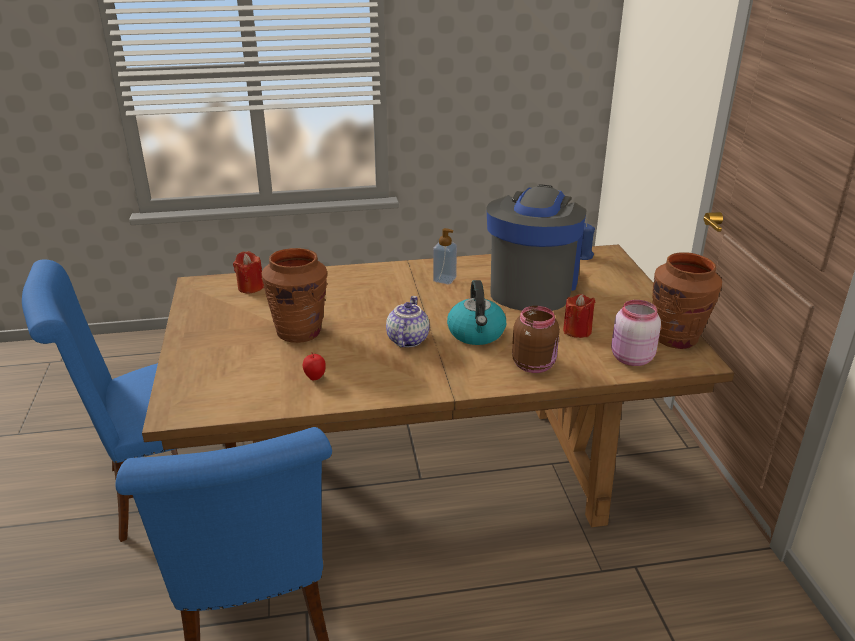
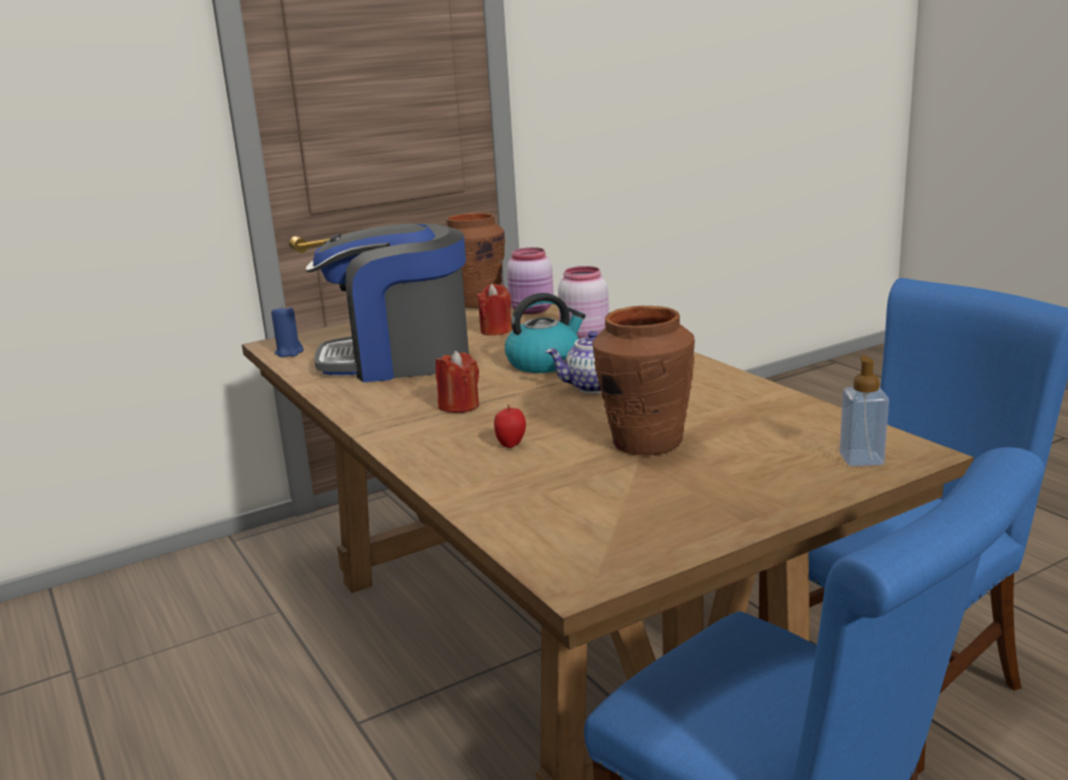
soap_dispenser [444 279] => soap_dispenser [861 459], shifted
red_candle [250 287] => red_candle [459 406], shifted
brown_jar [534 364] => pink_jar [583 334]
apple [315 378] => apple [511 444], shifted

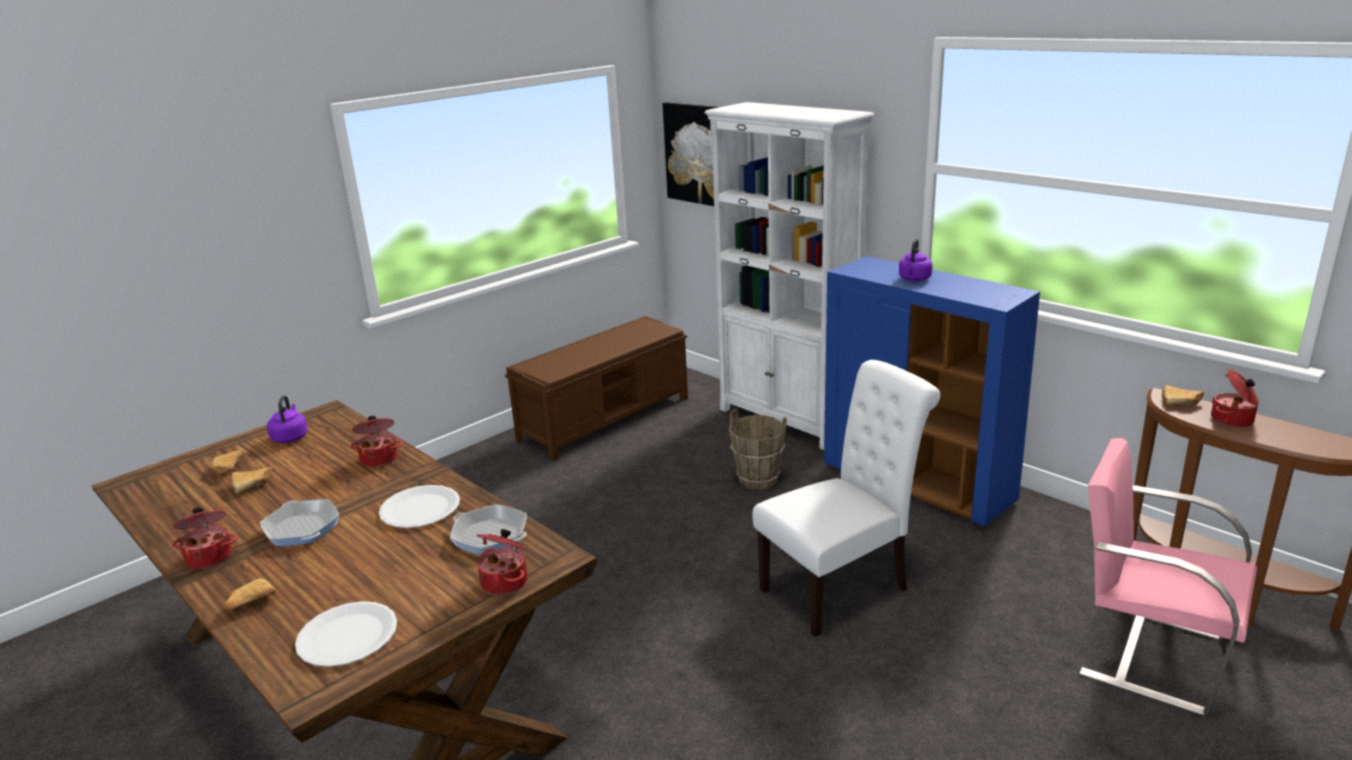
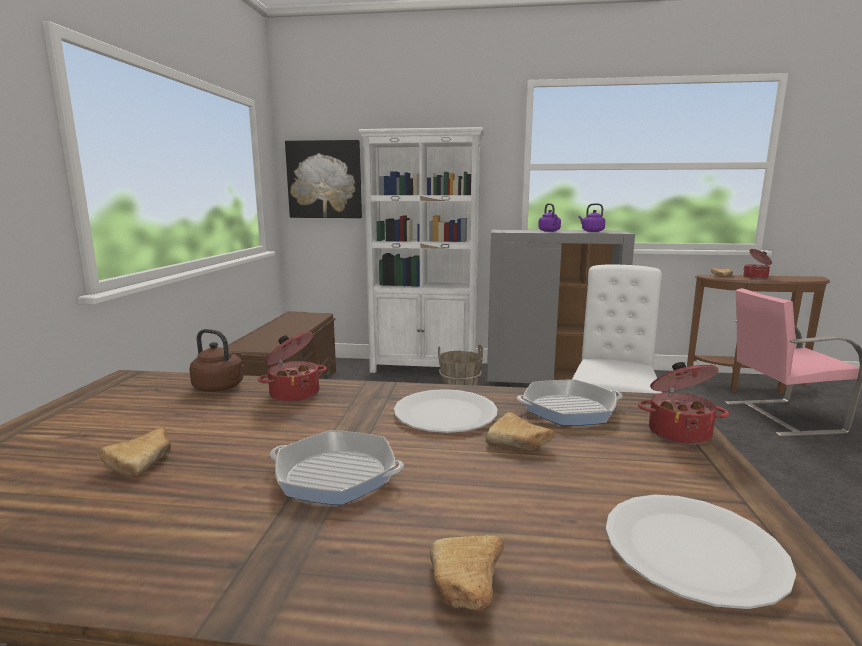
blue_cabinet [918 484] => grey_cabinet [551 379]
purple_kettle [290 437] => purple_kettle [591 231], shifted
bread [227 470] => bread [521 444], shifted
cooking_pot [210 557] => nothing
nothing => brown_kettle [220 388]

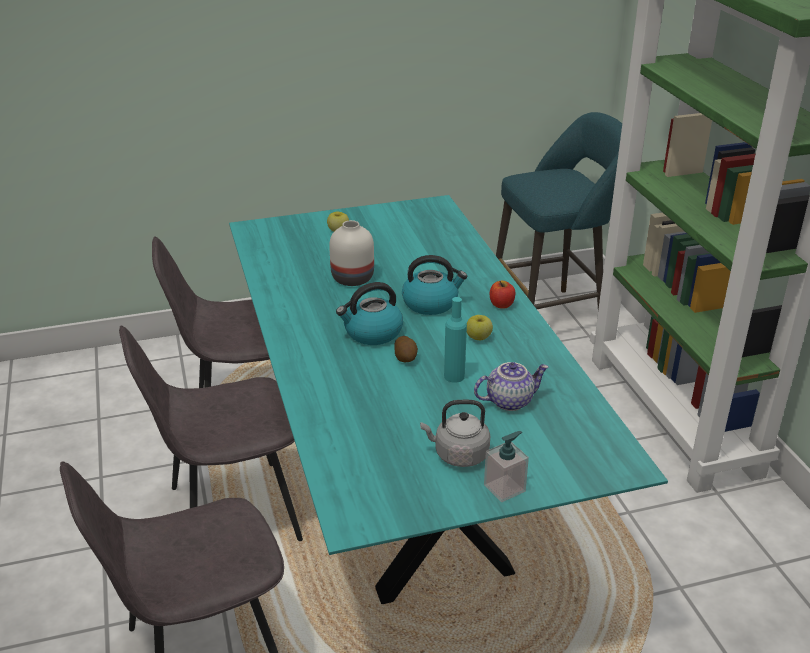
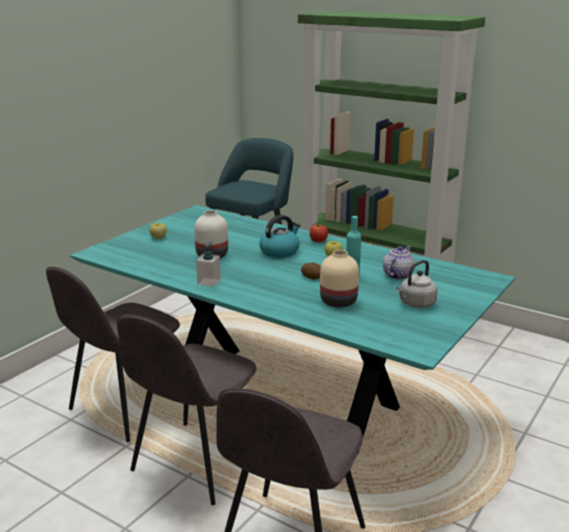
kettle [372 333] => nothing
soap_dispenser [504 488] => soap_dispenser [209 282], shifted
nothing => beige_vase [338 302]

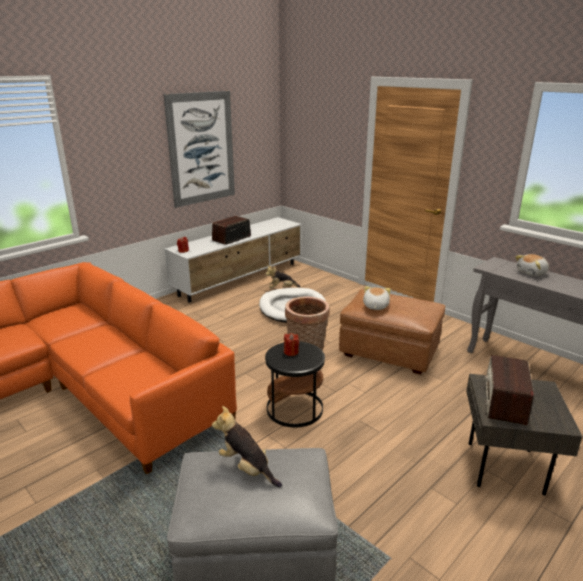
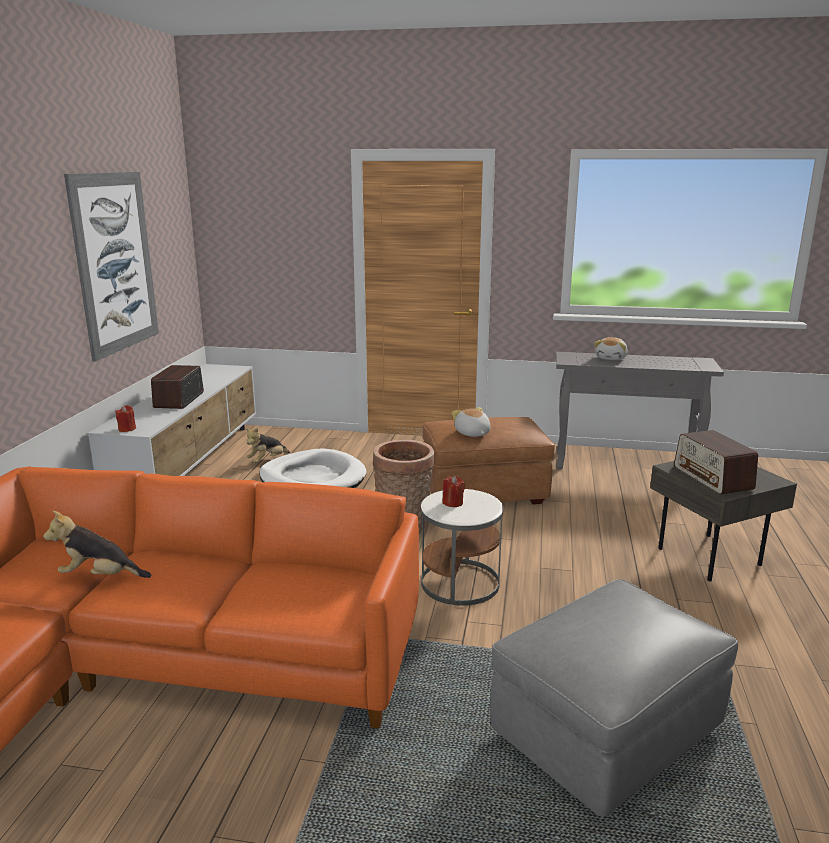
black_side_table [295 408] => white_side_table [460 583]
plush_toy [247 468] => plush_toy [100 576], shifted

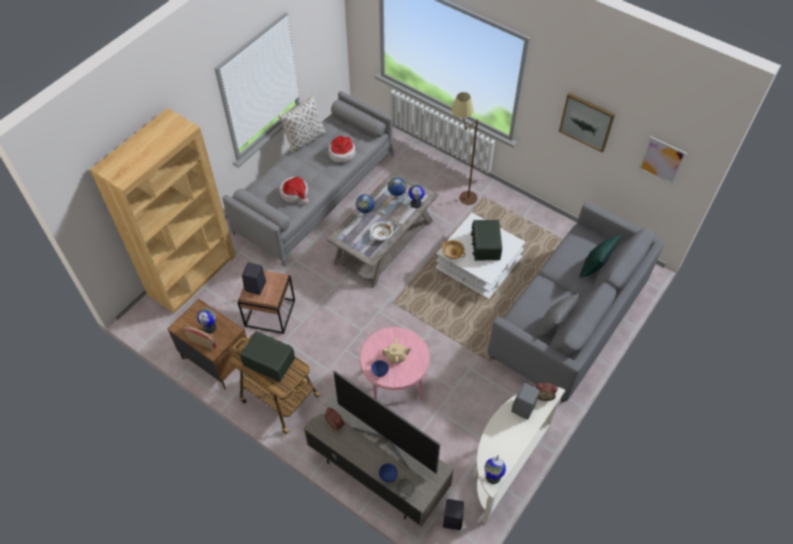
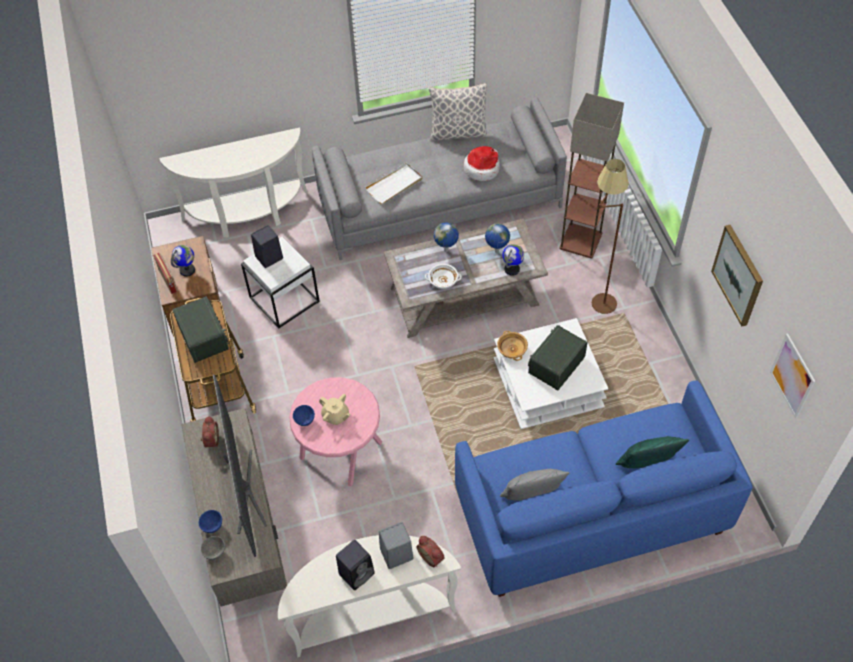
brown_bookcase [192 275] => white_console_table [247 216]
hat [295 193] => white_tray [394 185]
grey_sofa [568 320] => blue_sofa [590 513]
brown_side_table [269 313] => white_side_table [284 299]
globe [493 477] => nothing
black_speaker [452 518] => black_speaker [357 573], shifted
nothing => floor_lamp [580 240]

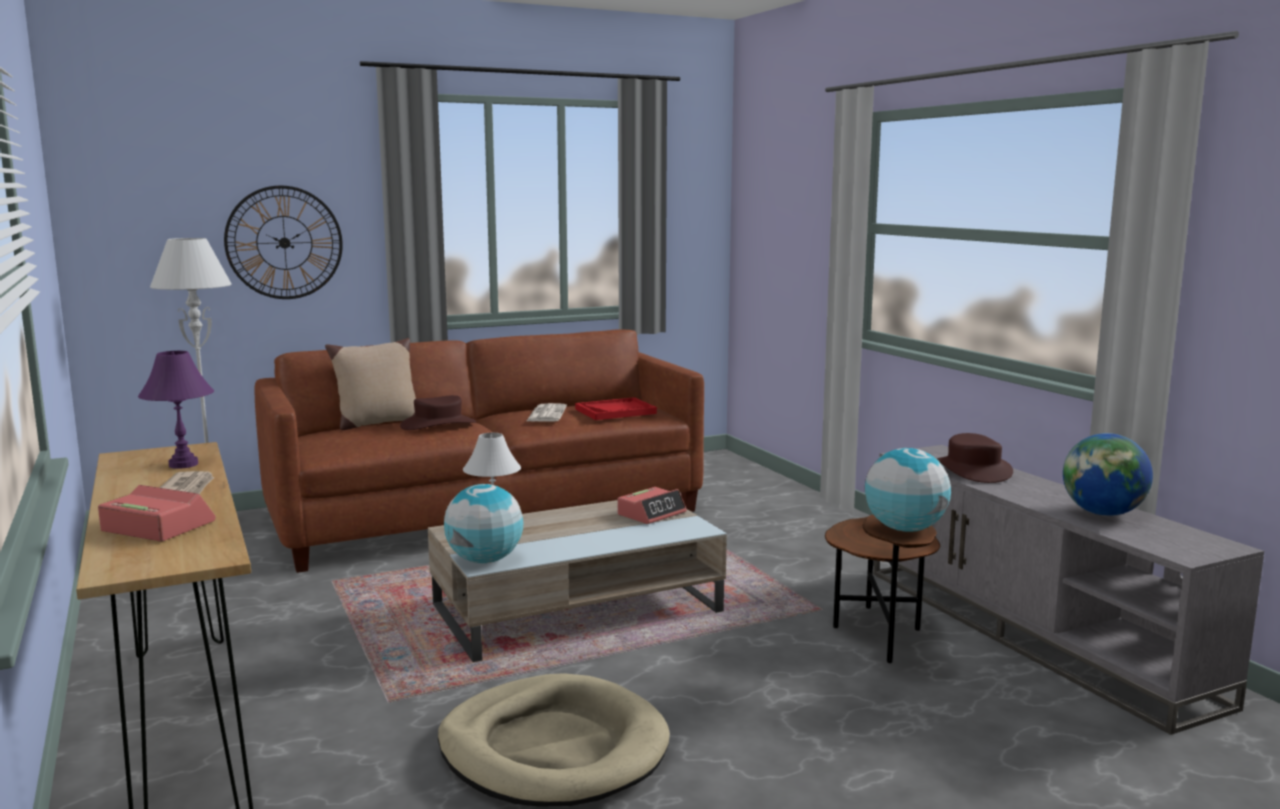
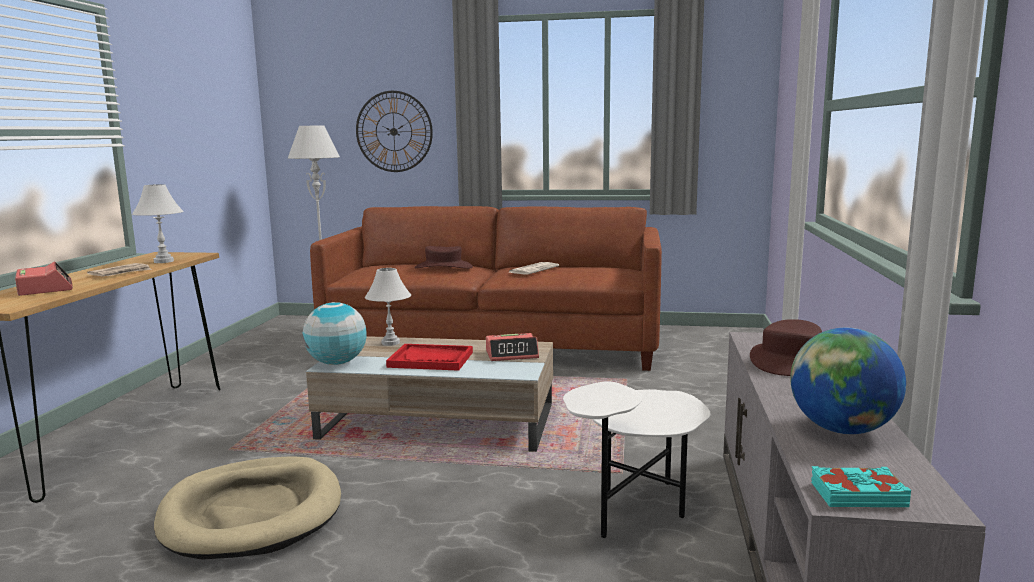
beige_pillow [377 424] => nothing
purple_table_lamp [183 464] => white_table_lamp [164 261]
red_tray [615 411] => red_tray [431 359], shifted
globe [904 529] => nothing
brown_side_table [880 636] => white_side_table [634 512]
nothing => turquoise_book [857 494]

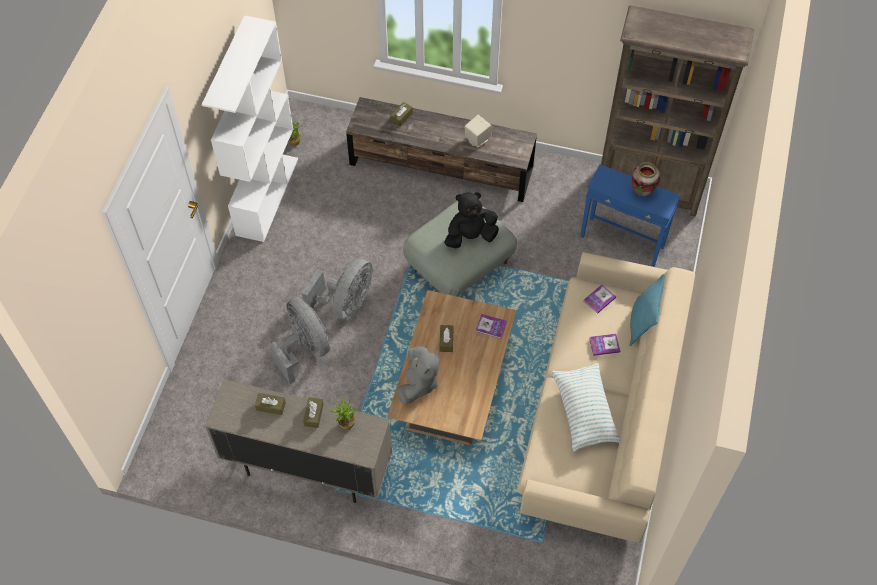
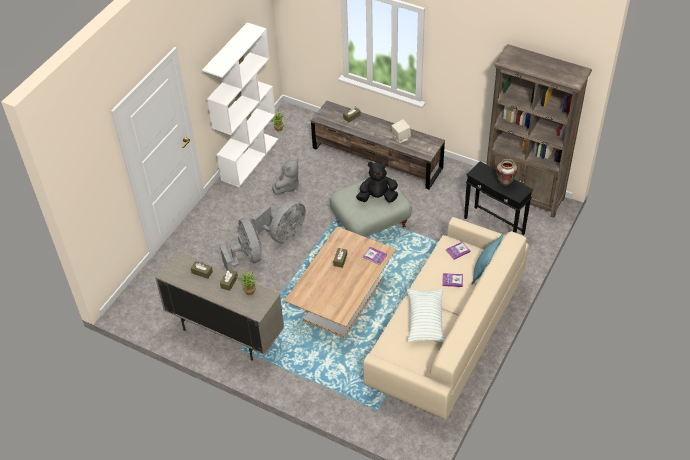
blue_side_table [622 242] => black_side_table [494 226]
grey_plush_toy [418 383] => grey_plush_toy [287 186], shifted

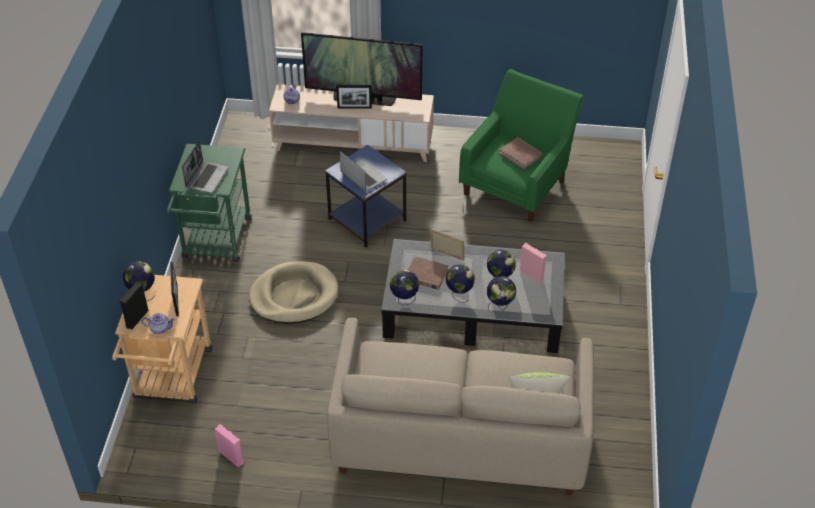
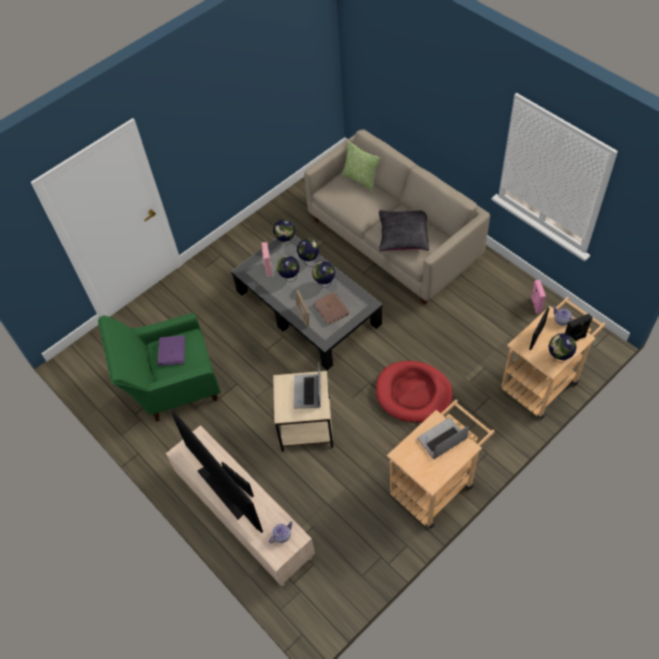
brown_book [520 154] => purple_book [171 351]
green_cart [216 243] => beige_cart [436 484]
blue_side_table [366 220] => beige_side_table [307 426]
beige_dog_bed [294 296] => red_dog_bed [413 393]
globe [404 299] => globe [286 241], shifted
nothing => black_pillow [403 236]

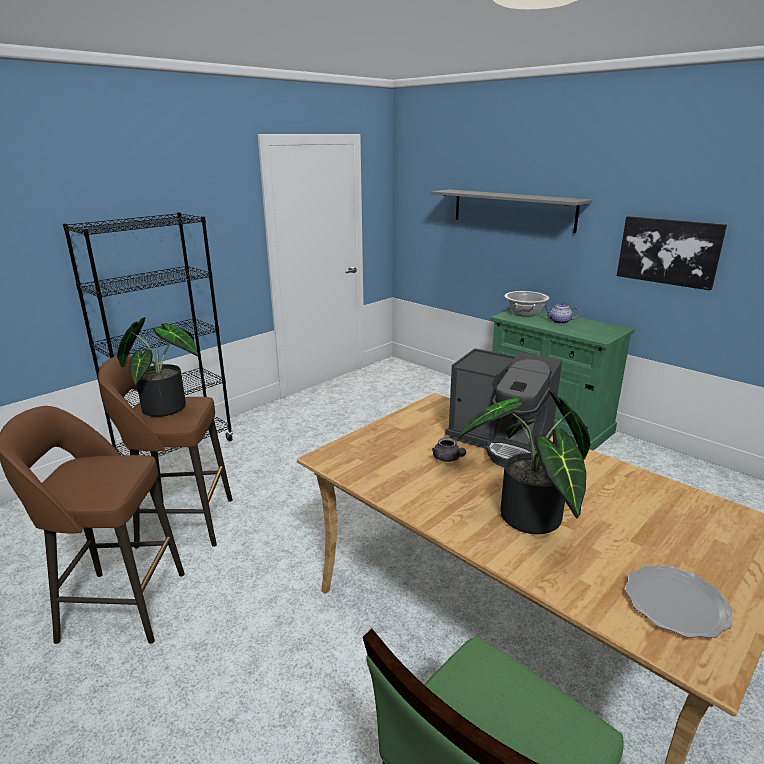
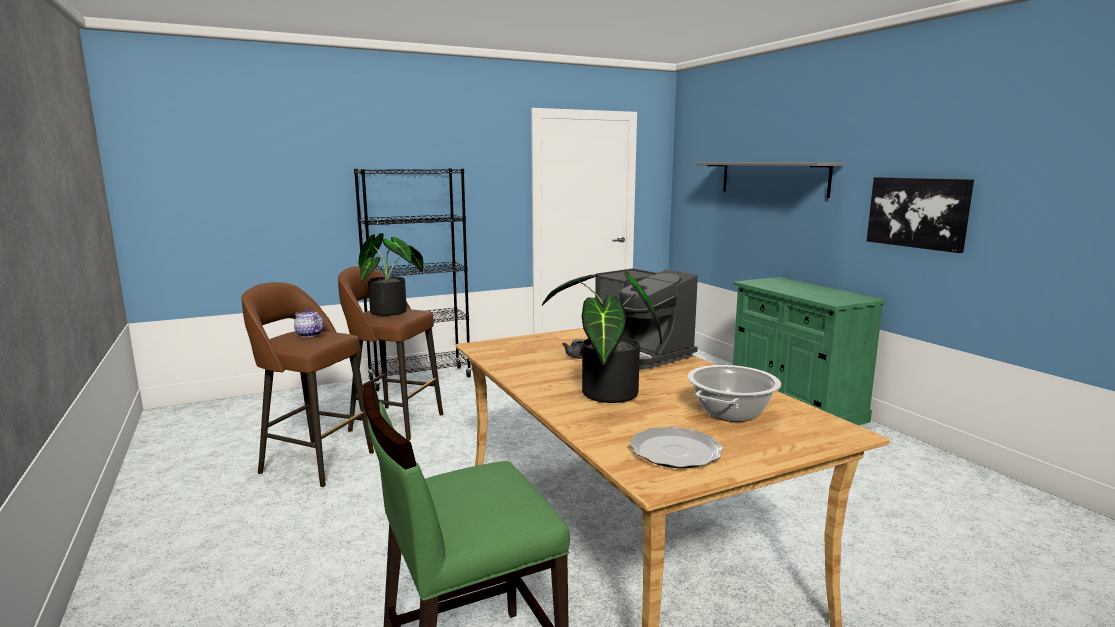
cooking_pot [525 313] => cooking_pot [731 413], shifted
teapot [559 322] => teapot [309 334], shifted

